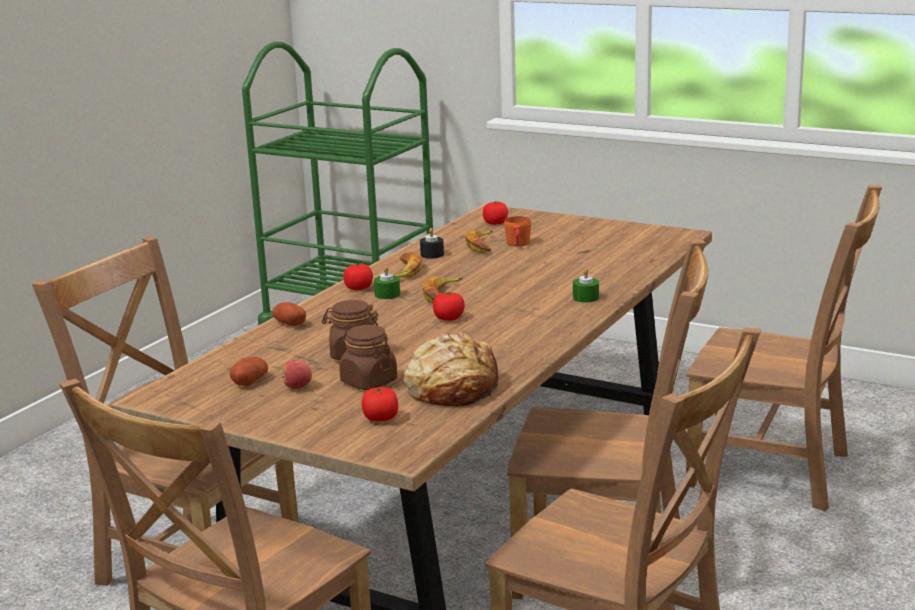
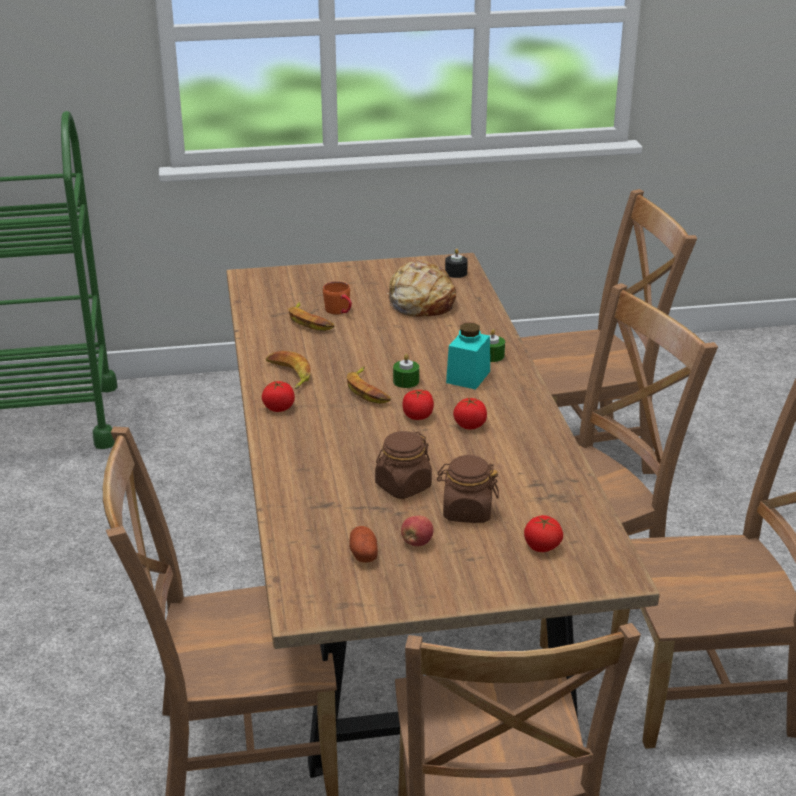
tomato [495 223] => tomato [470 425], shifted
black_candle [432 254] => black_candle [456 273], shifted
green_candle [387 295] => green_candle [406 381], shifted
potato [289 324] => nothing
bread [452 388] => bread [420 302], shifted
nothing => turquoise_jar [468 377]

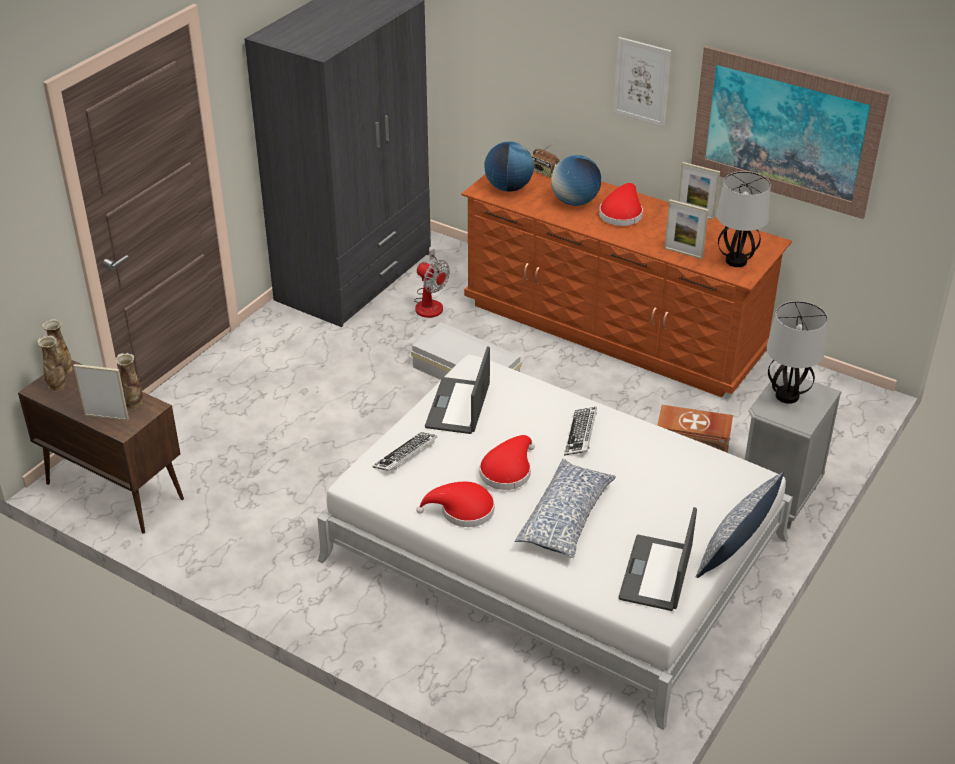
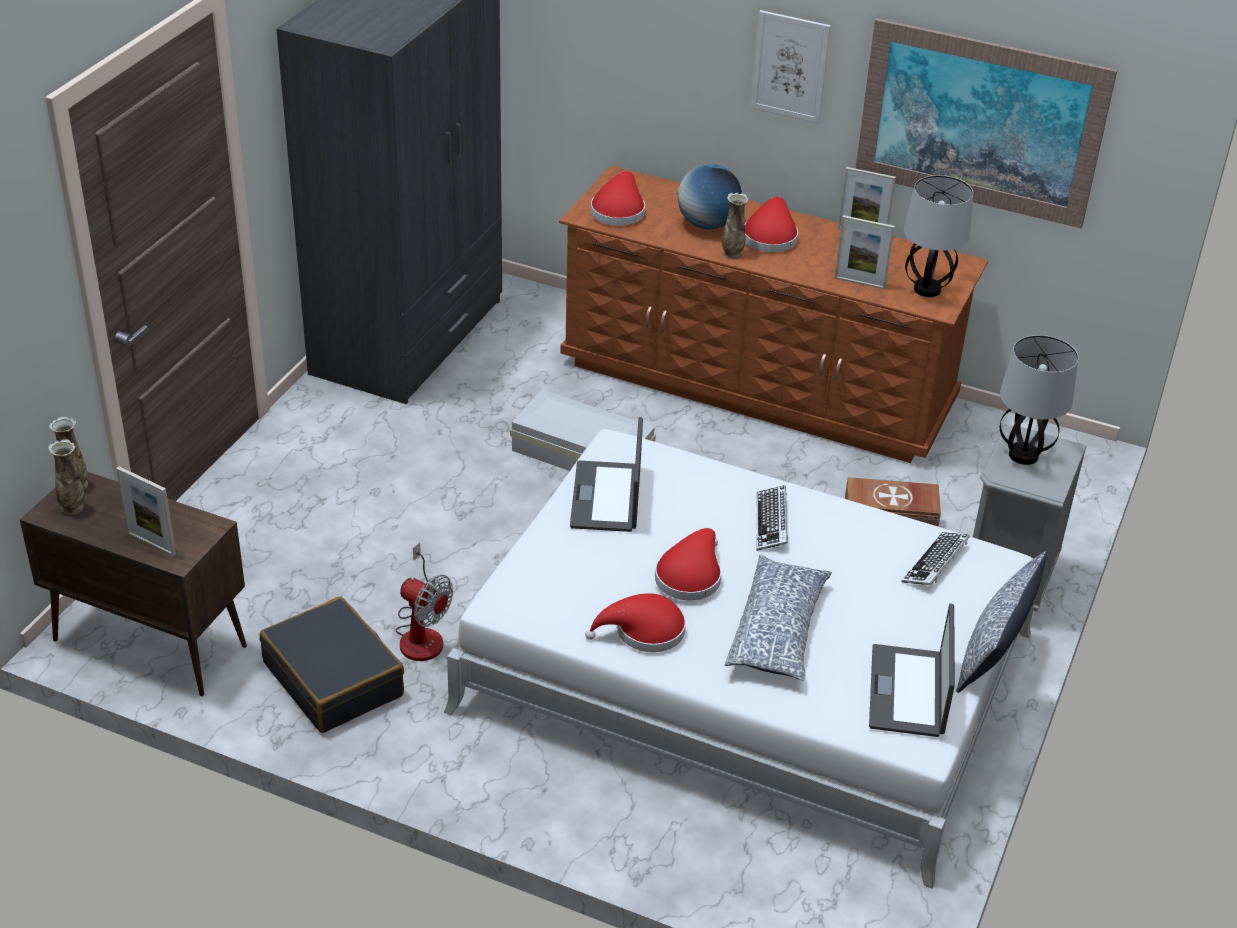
globe [508 188] => red_hat [618 210]
radio [544 172] => nothing
fan [430 303] => fan [421 633], shifted
vase [133 404] => vase [732 254], shifted
picture_frame [106 417] => picture_frame [151 544], 150 degrees counterclockwise
keyboard [405 455] => keyboard [935 564], shifted
nothing => black_suitcase [334 679]

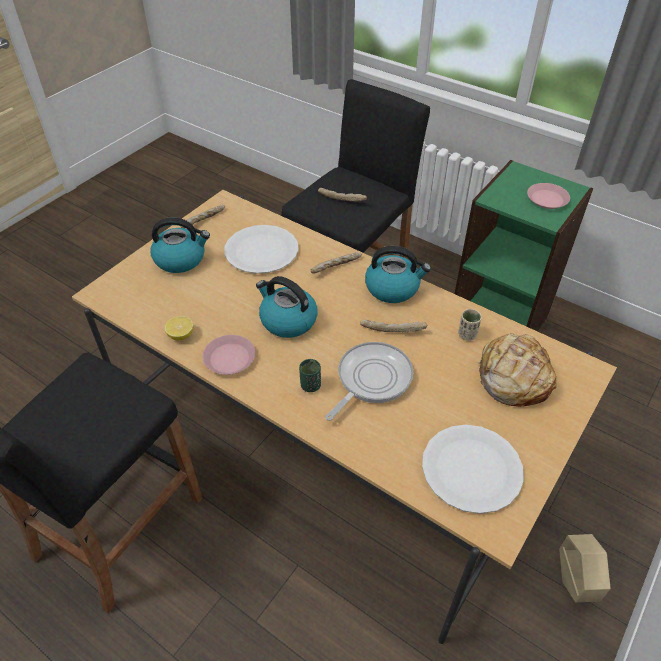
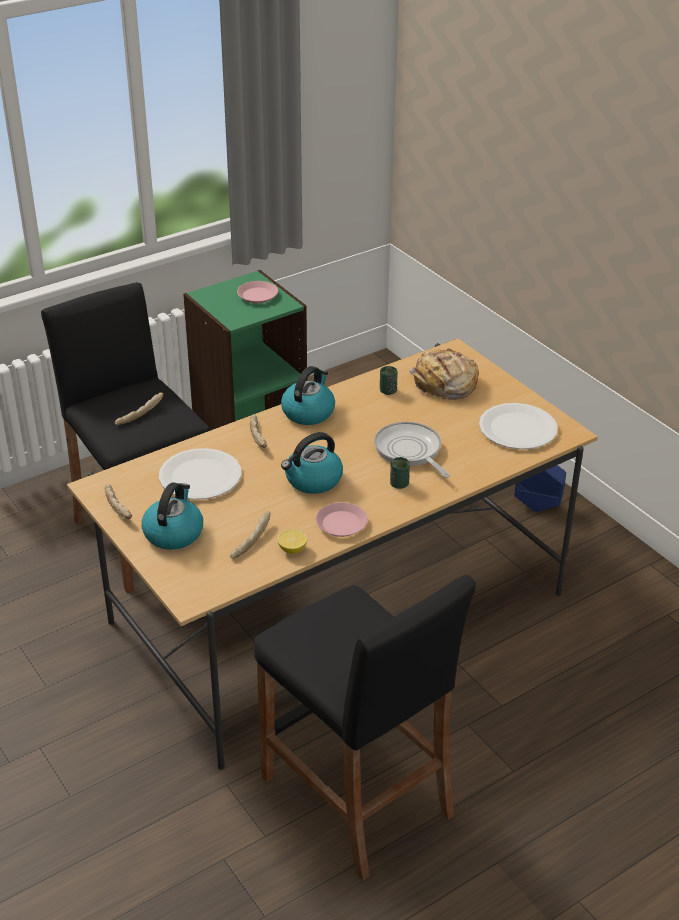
beige_cup [467 335] => green_cup [388 391]
bread [392 329] => bread [250 540], shifted
beige_planter [574 581] => blue_planter [537 506]

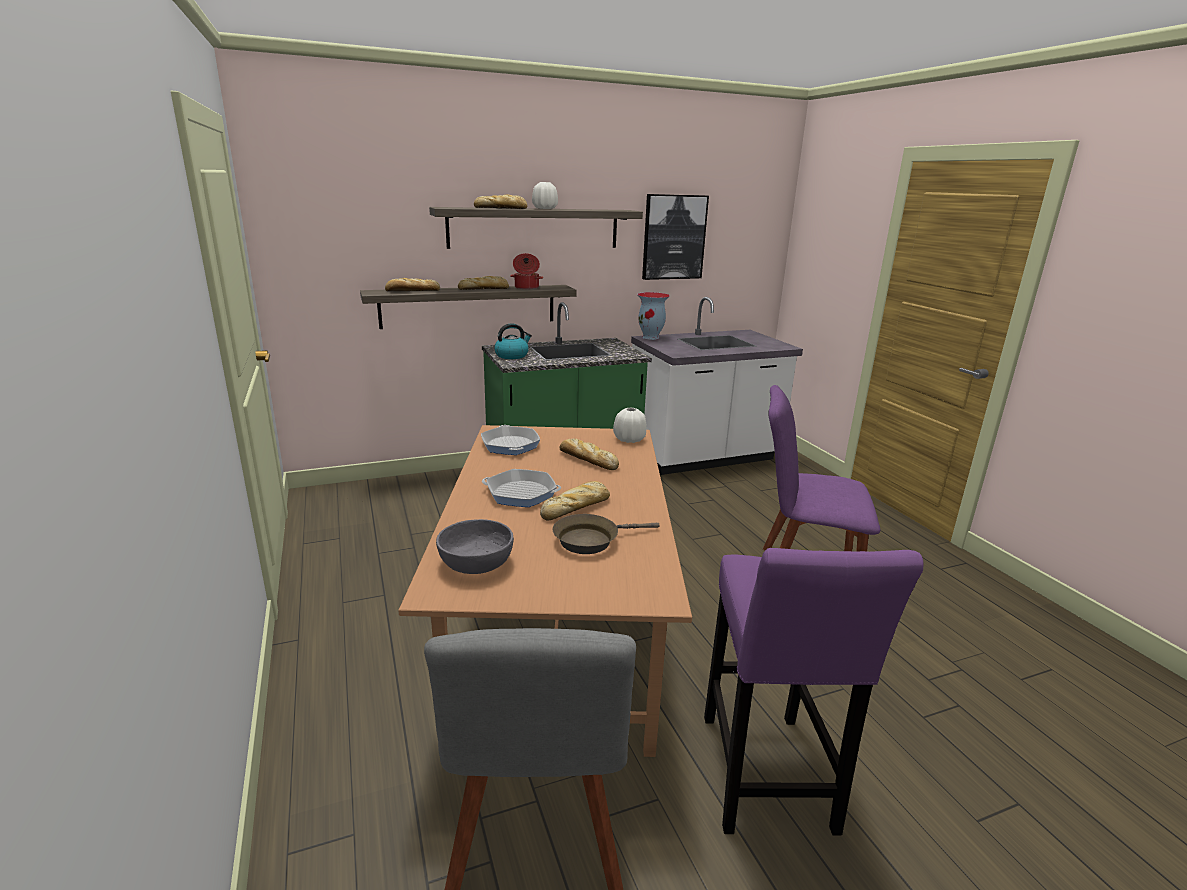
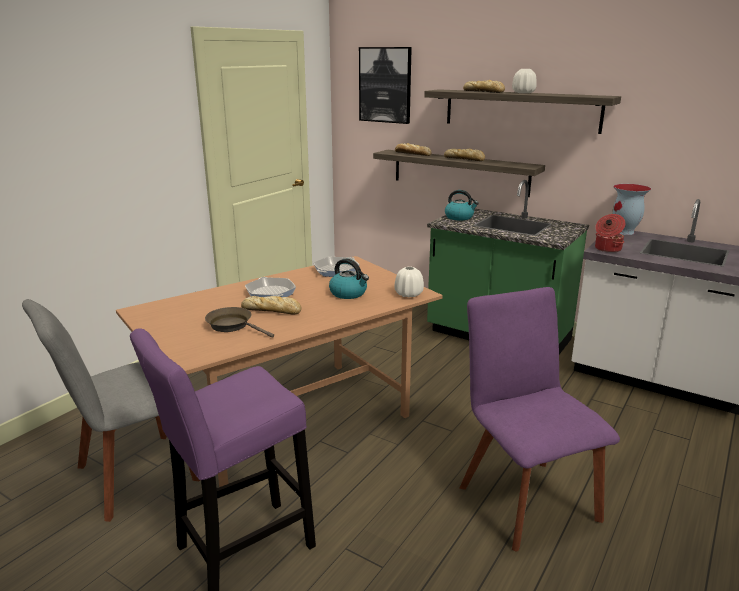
picture [673 237] => picture [385 85], shifted
cooking_pot [526 288] => cooking_pot [607 249], shifted
bread [587 460] => kettle [349 293]
grey_bowl [475 562] => nothing

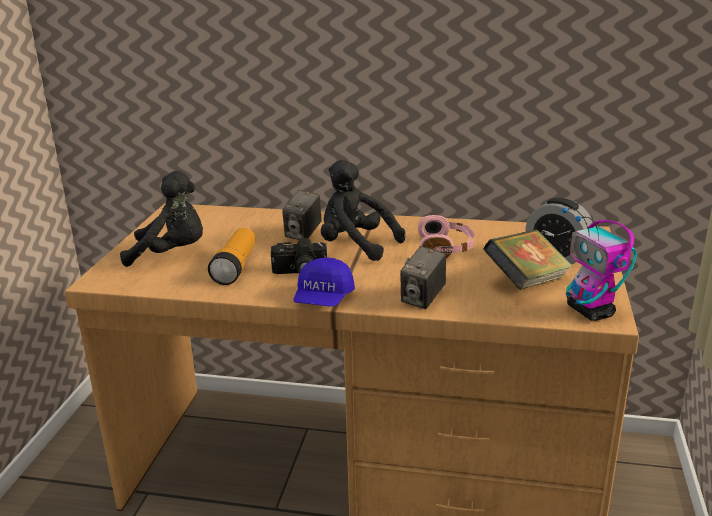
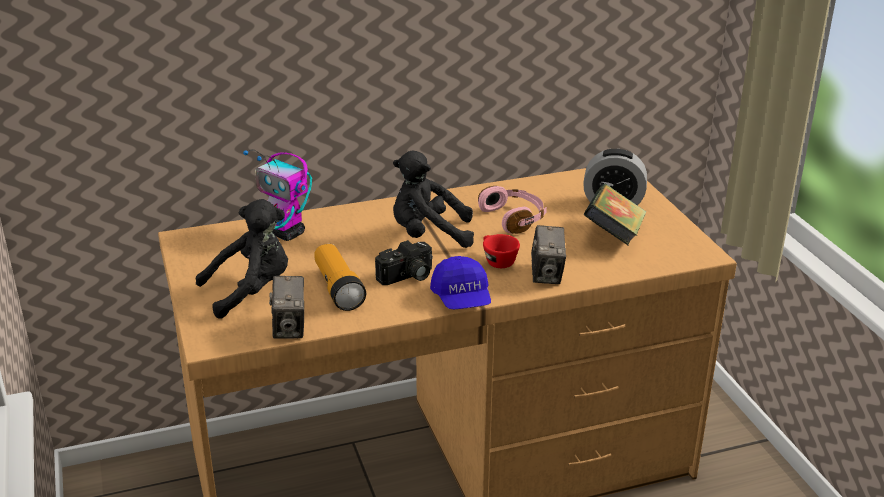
photo_camera [303 234] => photo_camera [290 328], shifted
toy_robot [591 312] => toy_robot [285 233], shifted
nothing => red_cup [497 261]

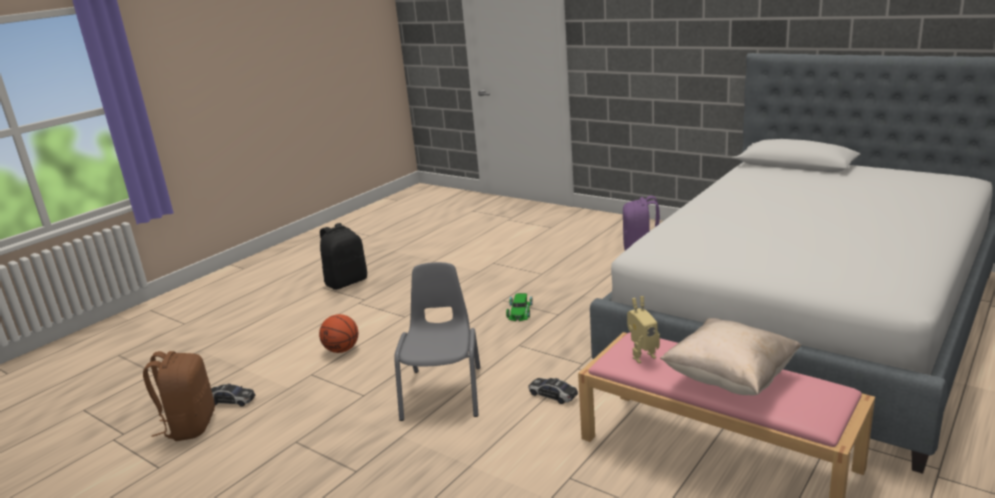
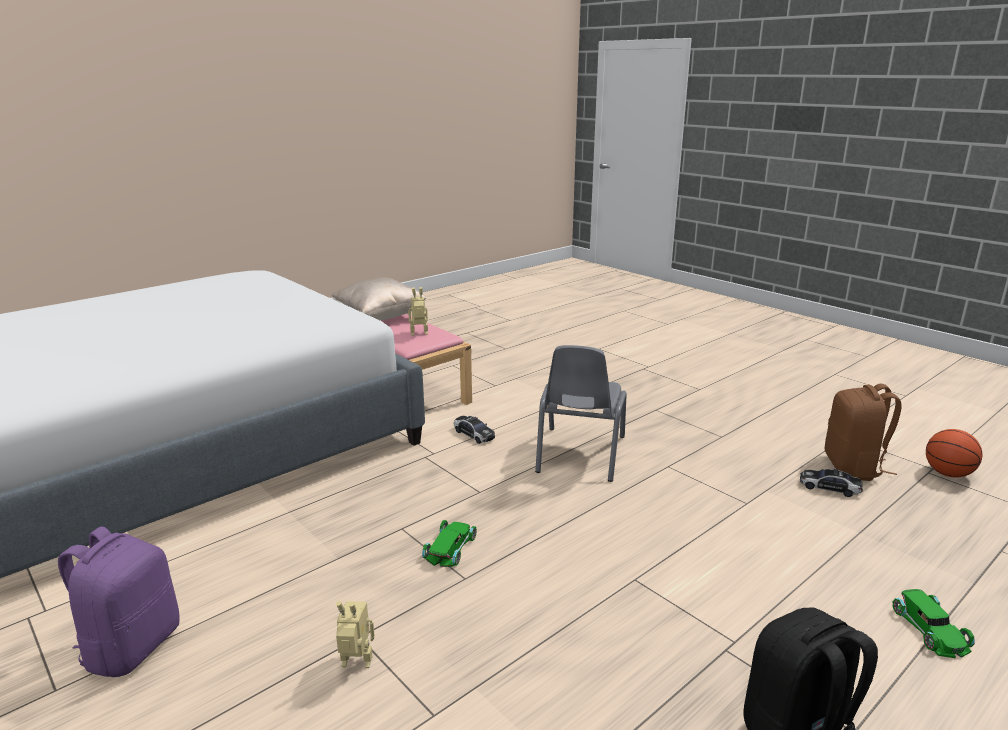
basketball [342 350] => basketball [947 474], shifted
nothing => green_toy_car [930 629]
nothing => toy_robot [356 665]

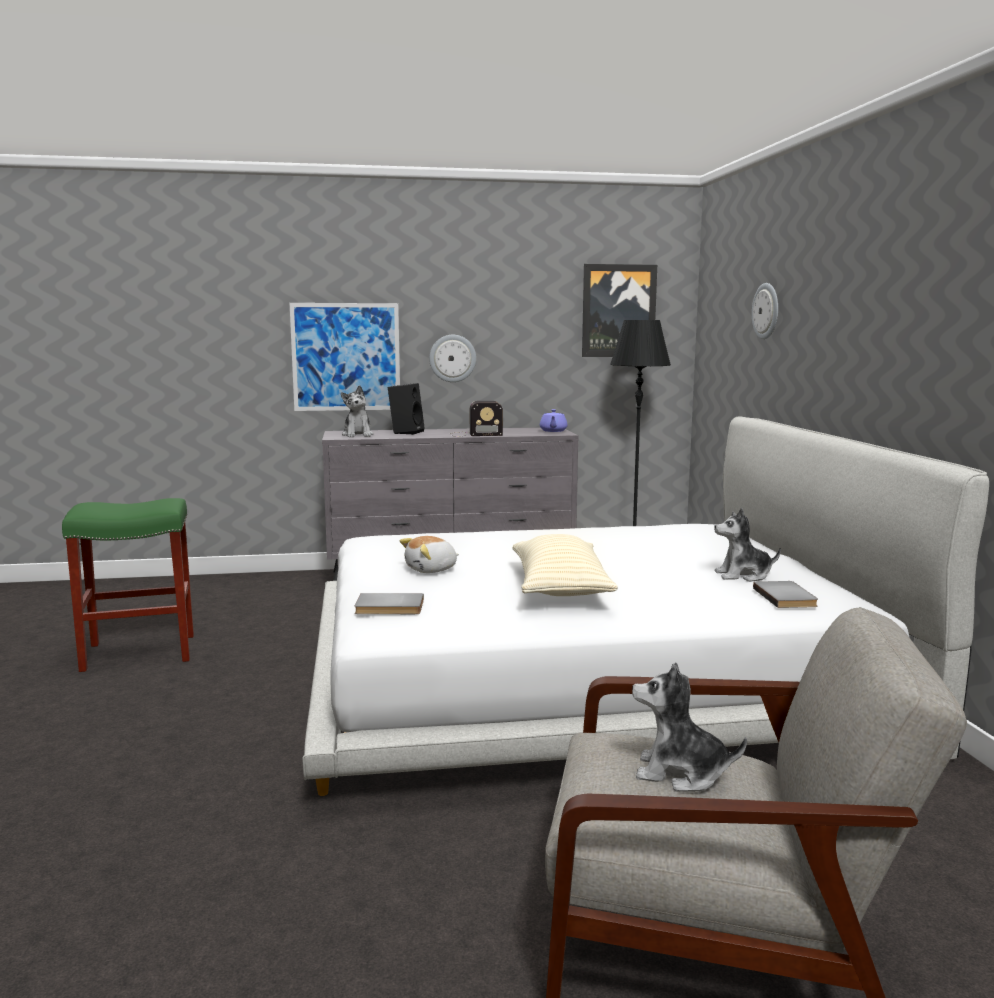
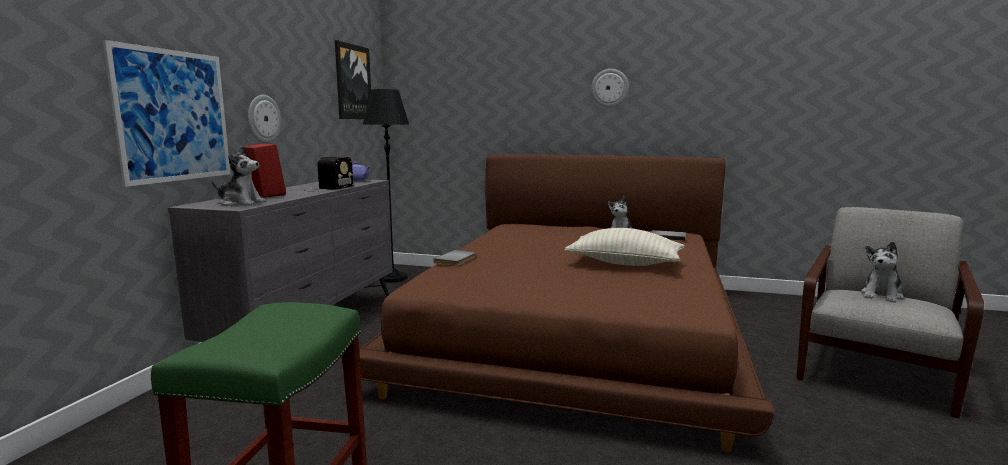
wall_clock [766 311] => wall_clock [609 88], shifted
black_speaker [406 432] => red_speaker [264 195]
white_bed [587 678] => brown_bed [576 330]
plush_toy [431 569] => nothing
grey_book [389 608] => grey_book [457 260], shifted

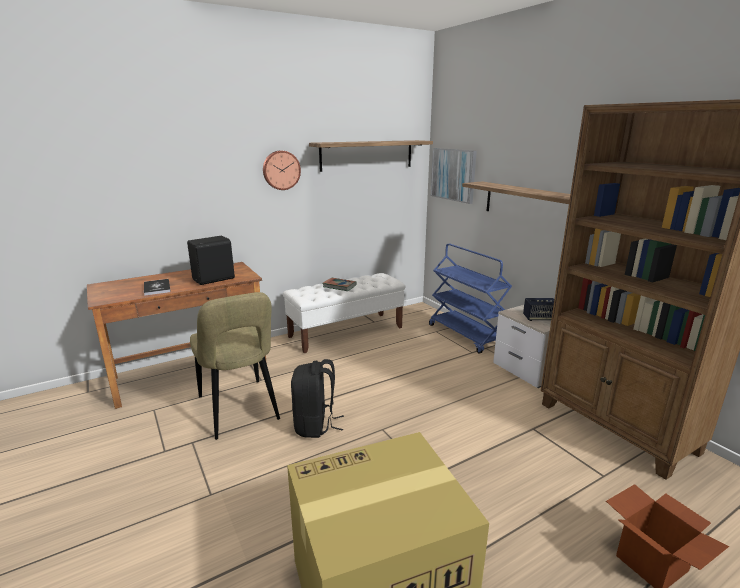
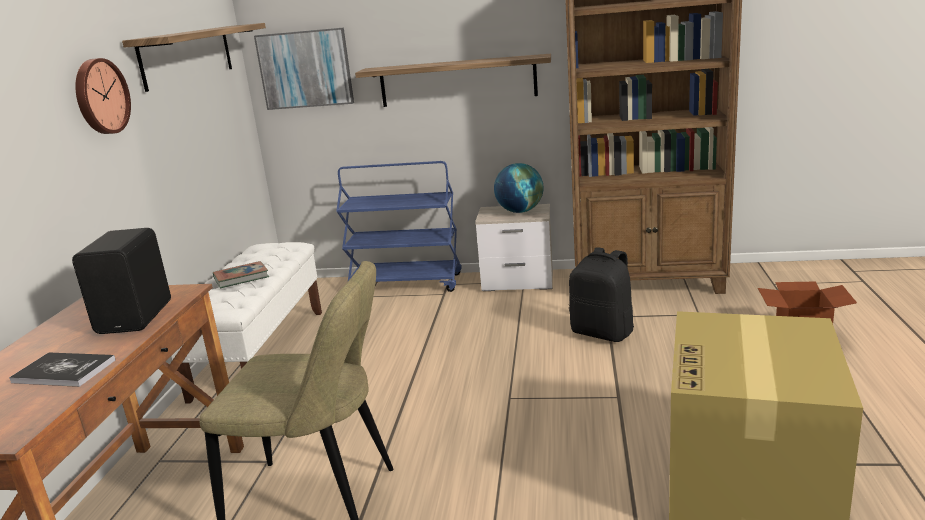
speaker [539 318] => globe [520 211]
black_backpack [315 425] => black_backpack [603 332], shifted

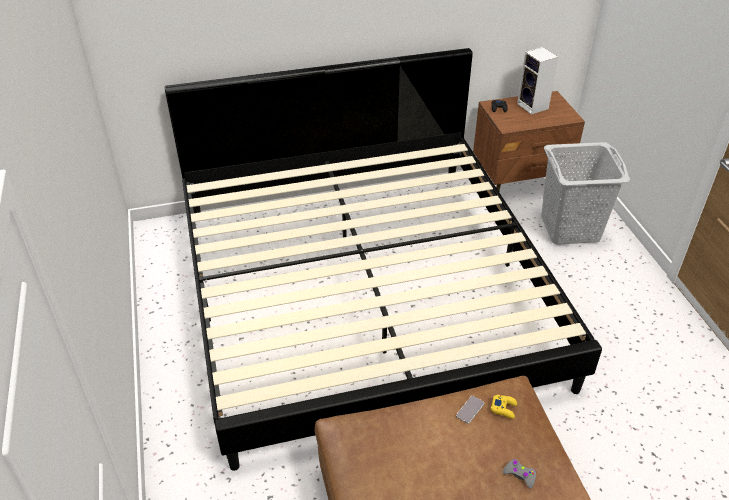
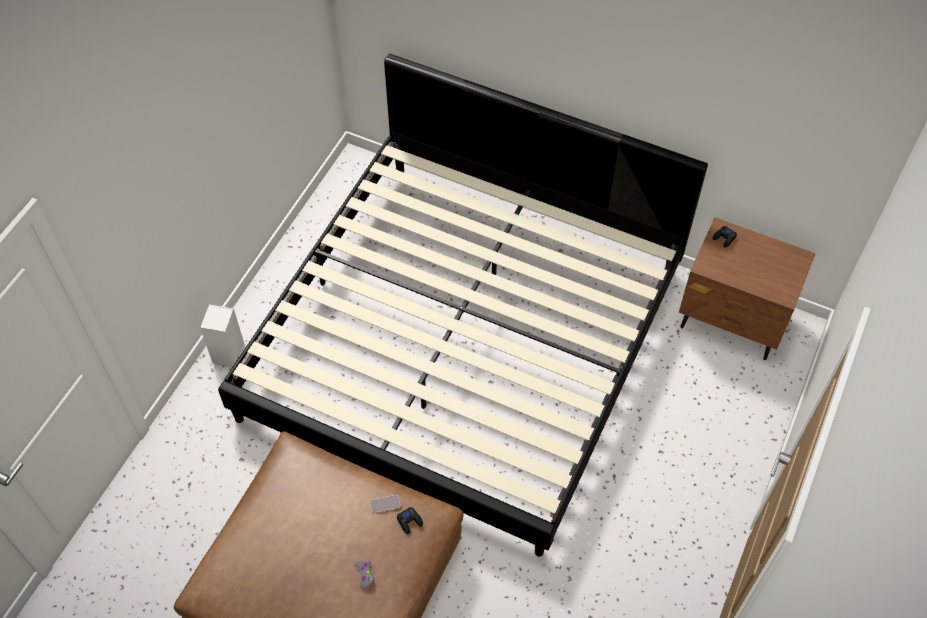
speaker [534 106] => speaker [228 355], shifted
grey_laundry_basket [570 229] => nothing
yellow_game_controller [504 408] => black_game_controller [410 521]

